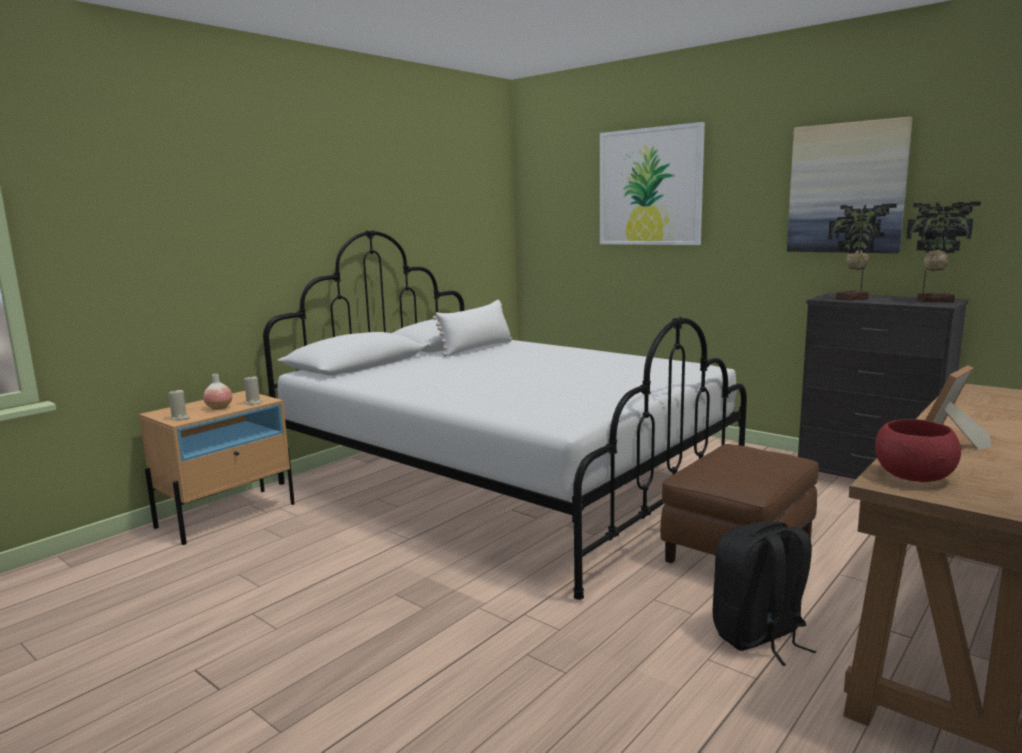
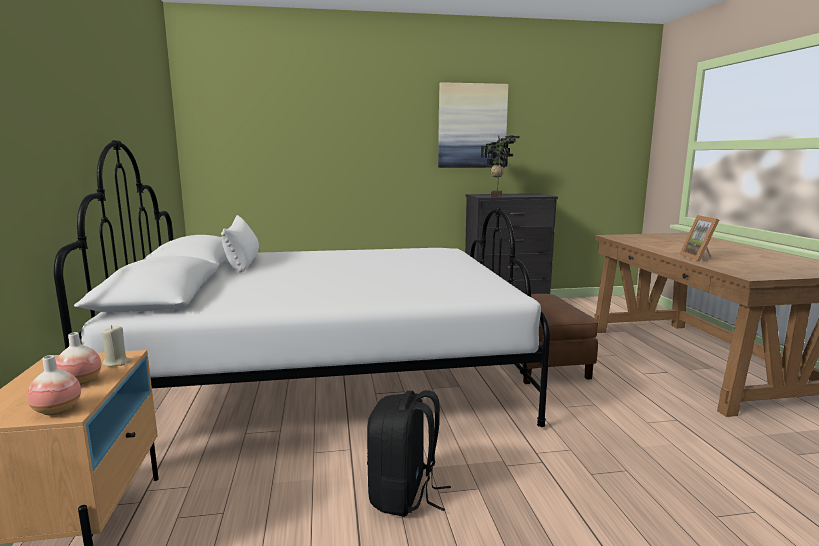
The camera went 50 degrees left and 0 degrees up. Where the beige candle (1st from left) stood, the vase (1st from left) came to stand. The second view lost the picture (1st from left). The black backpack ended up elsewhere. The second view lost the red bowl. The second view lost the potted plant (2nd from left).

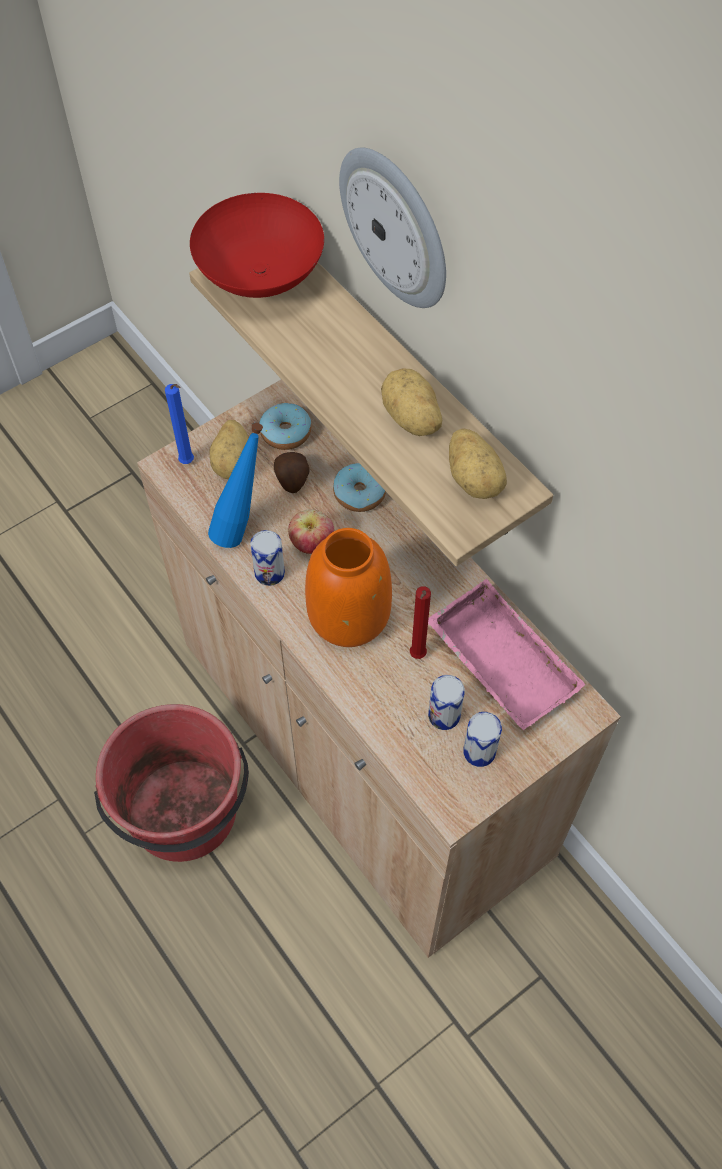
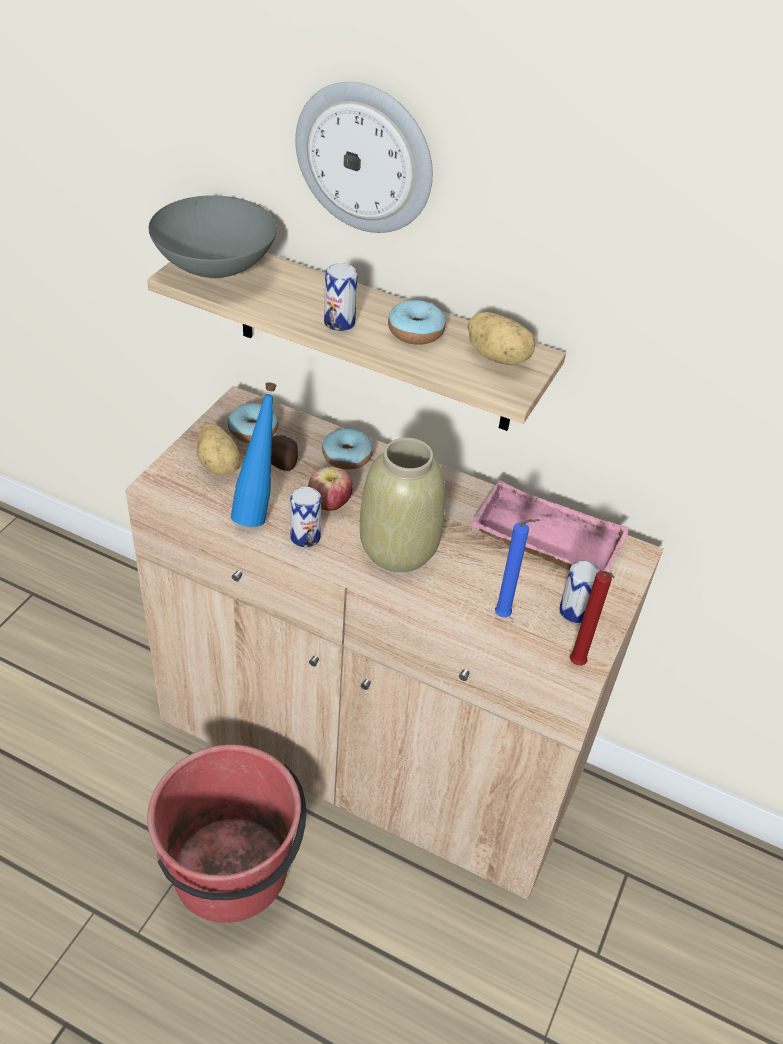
The camera went 30 degrees left and 15 degrees down. The blue candle ended up elsewhere. What was the red bowl turned into the grey bowl. What was the orange vase turned into the beige vase. Where the potato (3rd from left) stood, the donut (3rd from left) came to stand. The red candle ended up elsewhere. The can (2nd from left) ended up elsewhere.

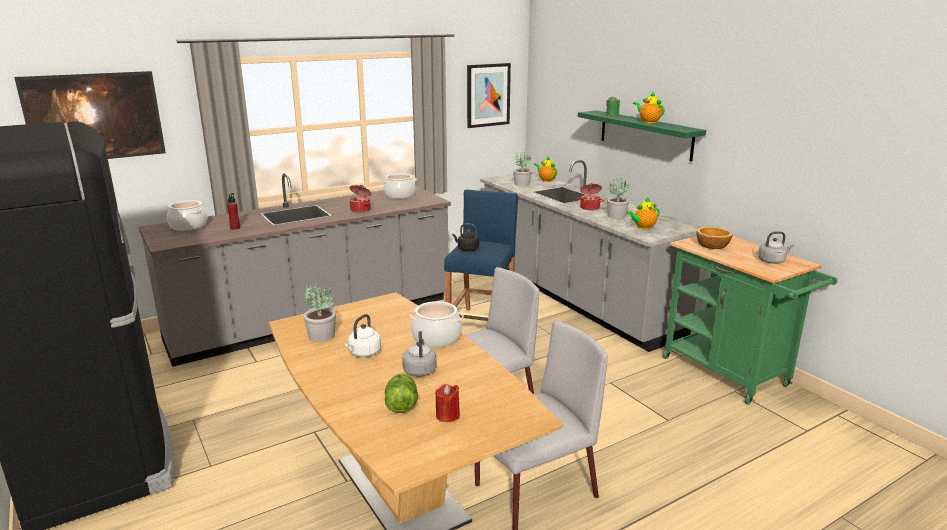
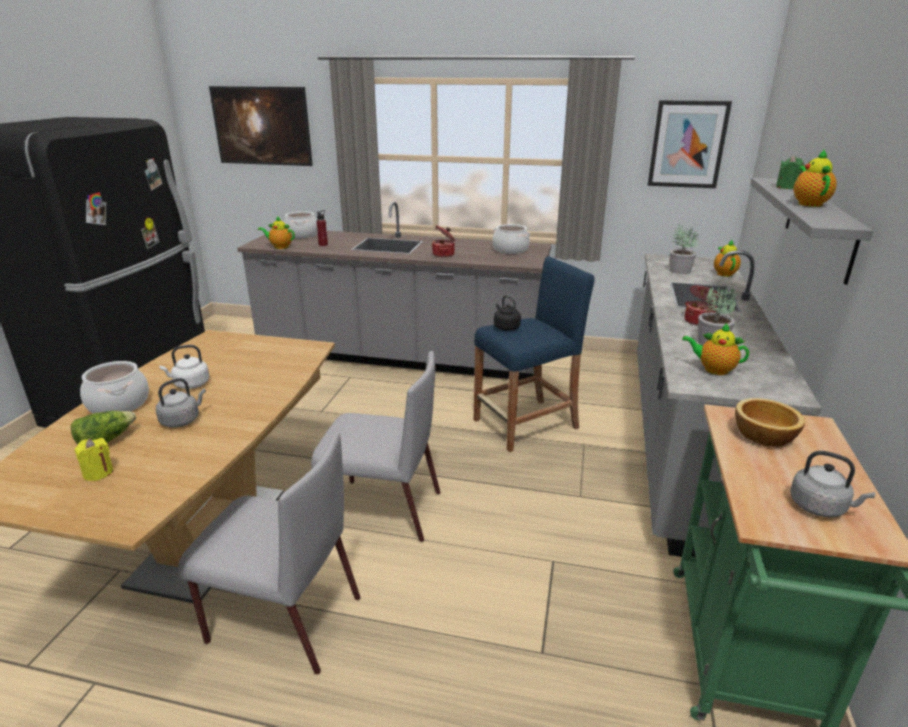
The camera went 45 degrees right and 5 degrees up. The second view lost the potted plant (1st from left). The cooking pot (4th from left in the first image) ended up elsewhere. What was the red candle turned into the yellow candle. What was the green shelf turned into the grey shelf. The second view gained the teapot (1st from left).

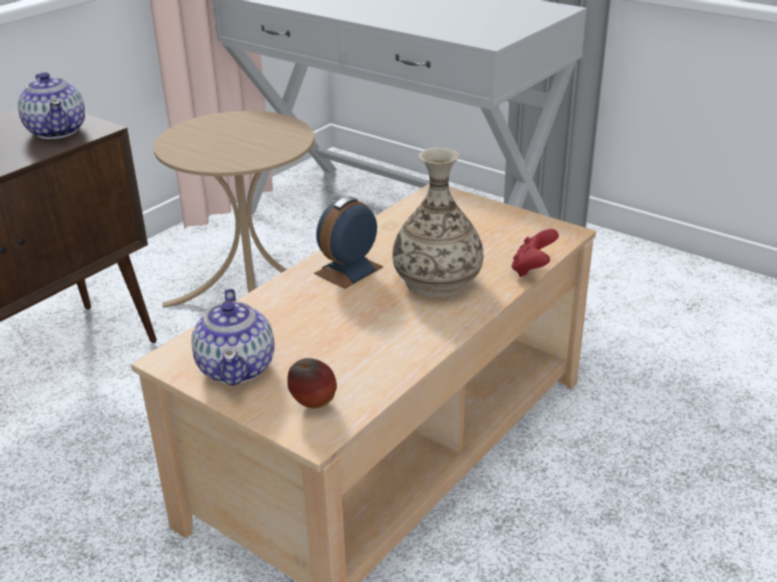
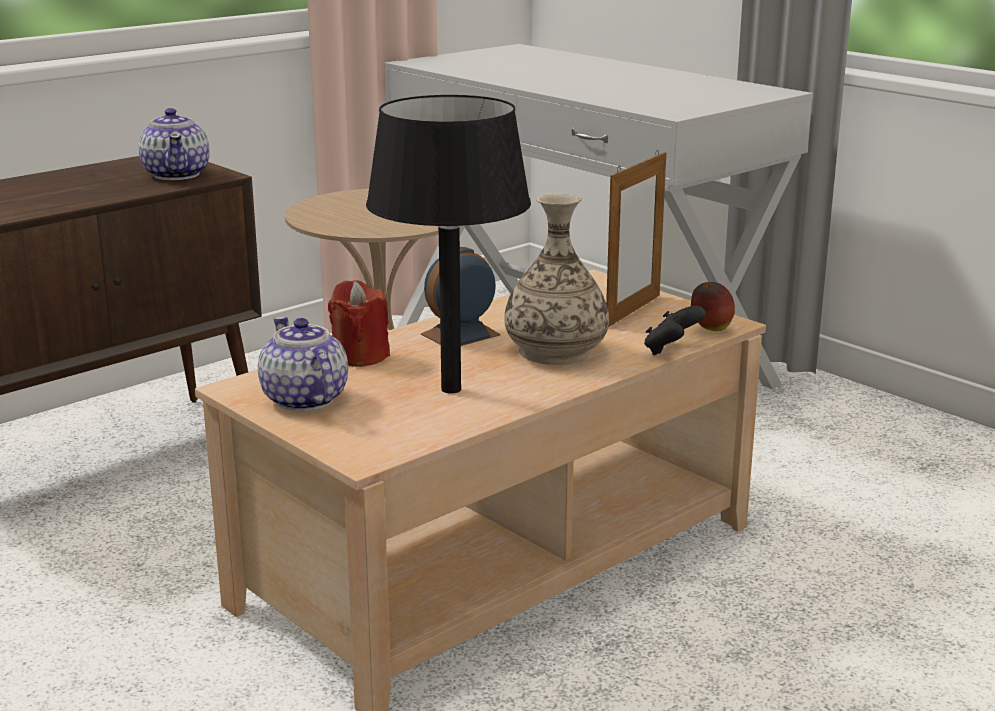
The camera went 10 degrees right and 10 degrees down. The teapot (2nd from left) ended up facing another way, 150 degrees clockwise from before. The apple ended up elsewhere. What was the red game controller turned into the black game controller. The second view gained the red candle. The second view gained the black table lamp. The second view gained the picture frame.

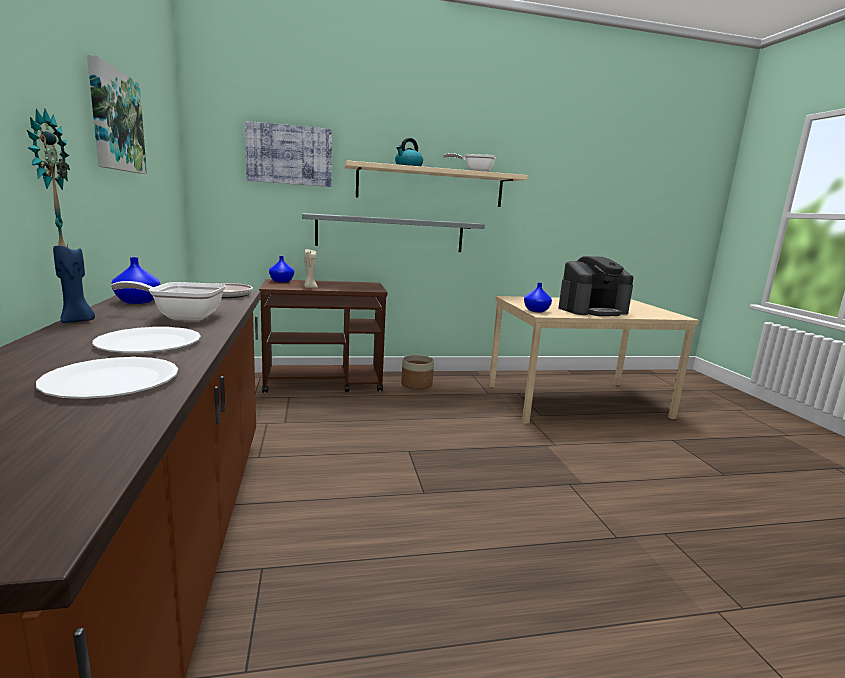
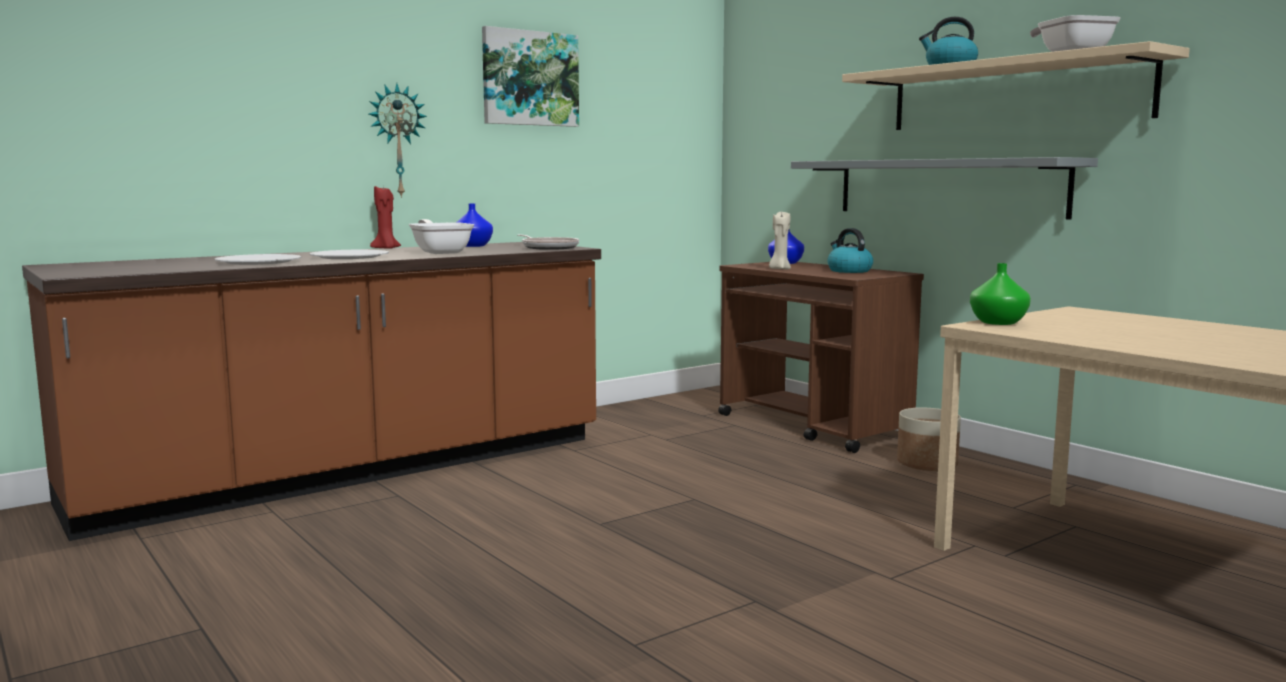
The camera went 65 degrees right and 5 degrees down. What was the blue candle turned into the red candle. The second view lost the picture (2nd from left). What was the blue vase (3rd from left) turned into the green vase. The second view lost the coffee machine. The second view gained the kettle (1st from left).

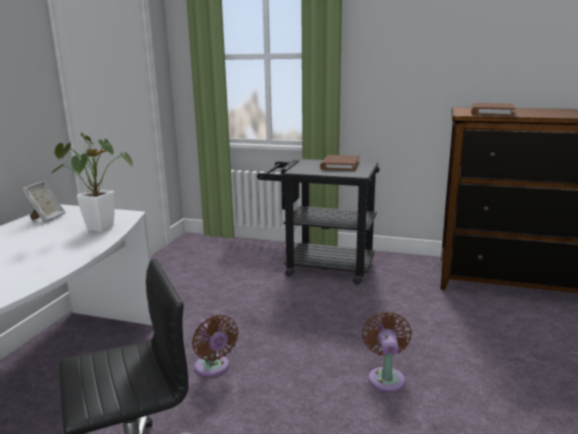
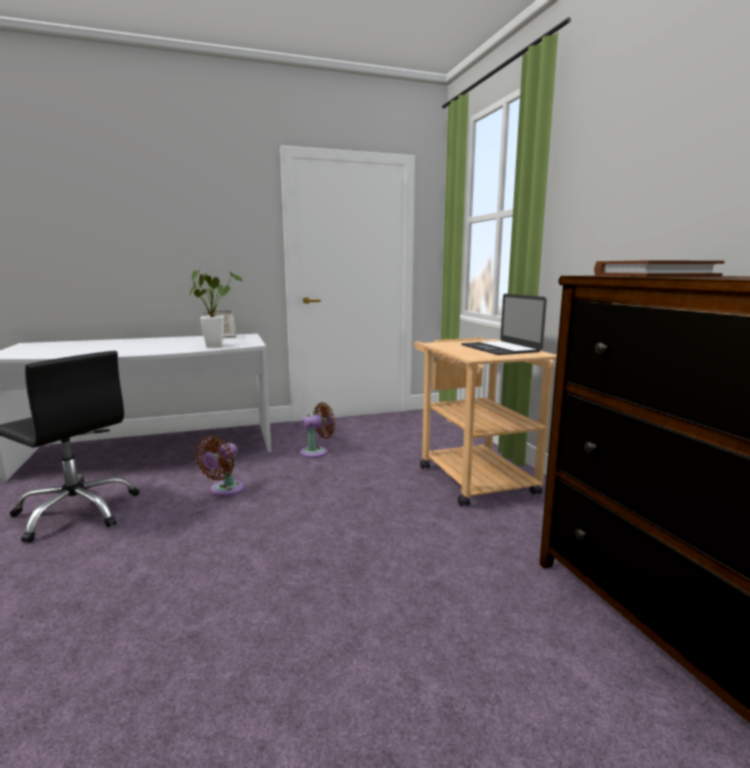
The camera went 55 degrees right and 5 degrees down. What was the black cart turned into the beige cart. Where the brown book (1st from left) stood, the laptop came to stand. The brown fan (2nd from left) ended up elsewhere.

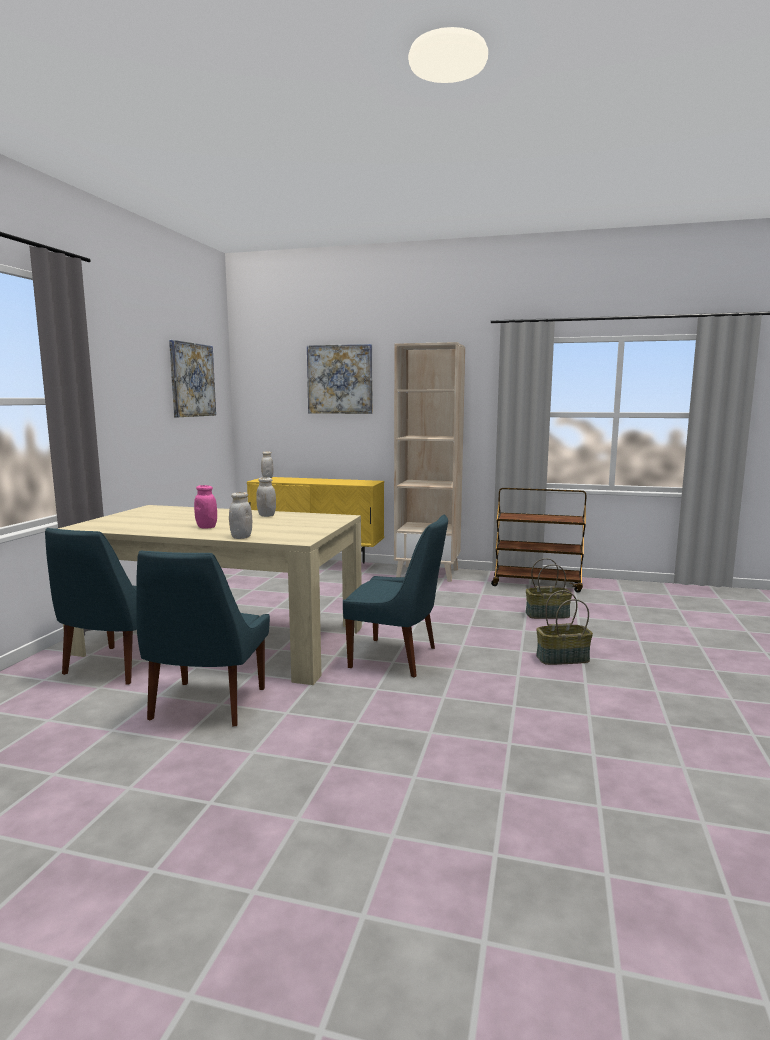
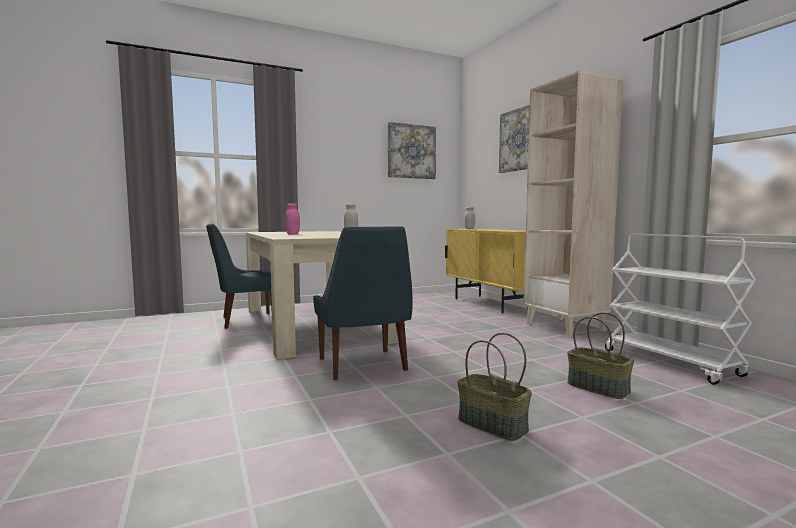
The camera went 50 degrees right and 5 degrees down. The second view lost the blue chair (2nd from left). The second view lost the white jar (1st from left). What was the brown cart turned into the white cart.

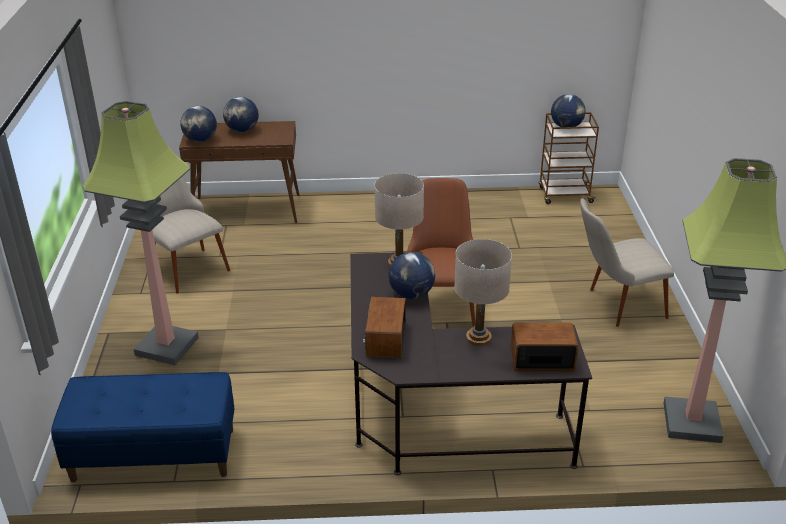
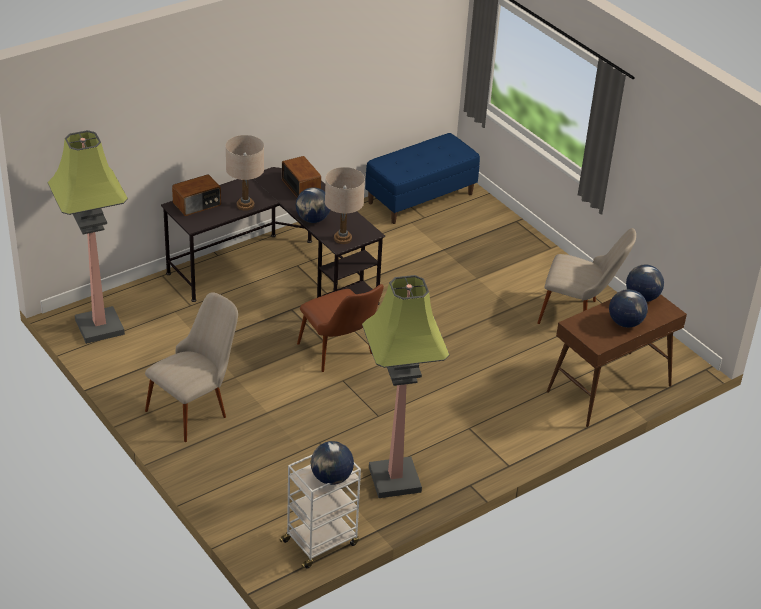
The camera went 145 degrees right and 5 degrees up. The floor lamp (1st from left in the first image) ended up elsewhere. What was the brown cart turned into the white cart.

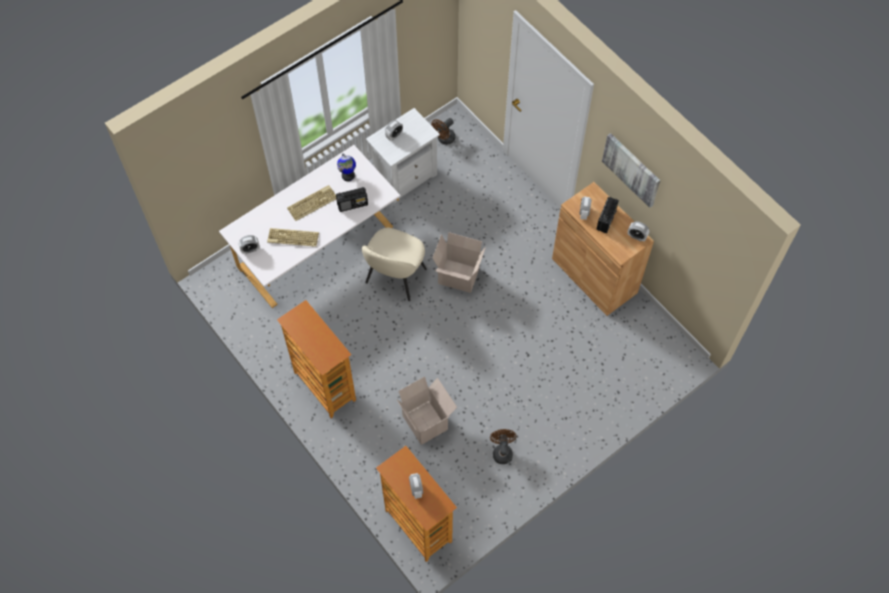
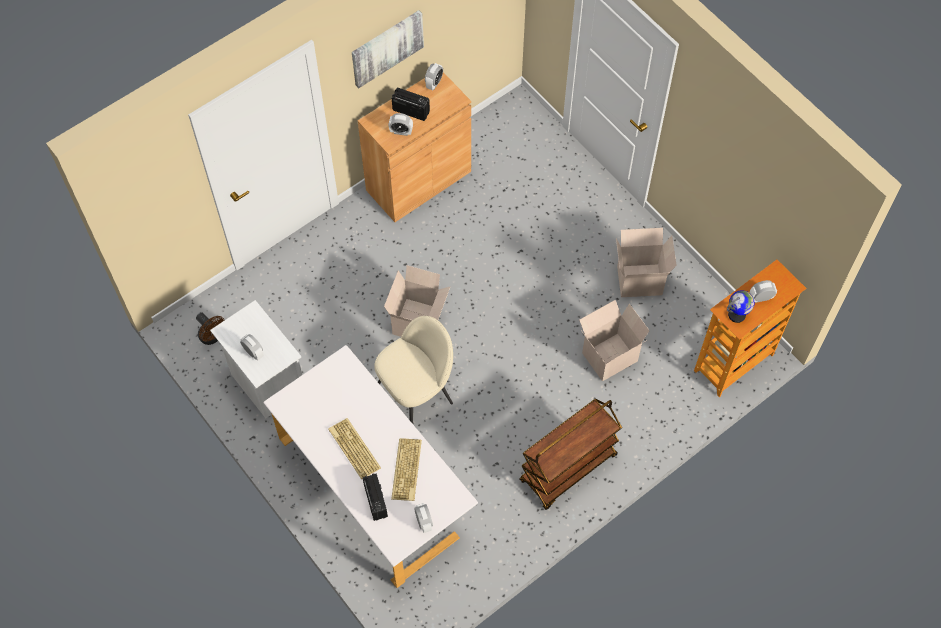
The camera went 90 degrees left and 0 degrees up. Where the bookcase (1st from left) stood, the brown cart came to stand. The radio (1st from left) ended up elsewhere. The globe ended up elsewhere. The beige chair ended up facing another way, 60 degrees counterclockwise from before. Where the brown fan (2nd from left) stood, the cardboard box (3rd from left) came to stand.

